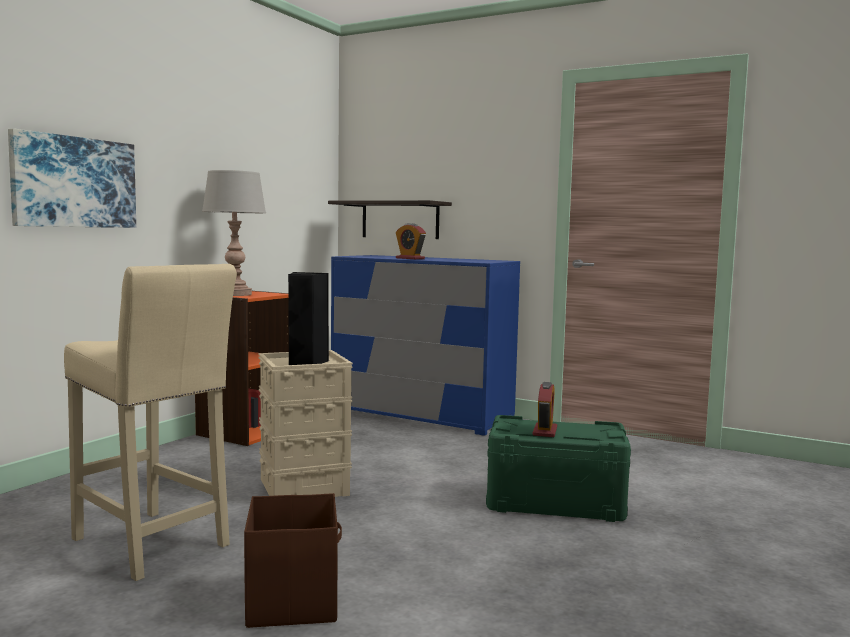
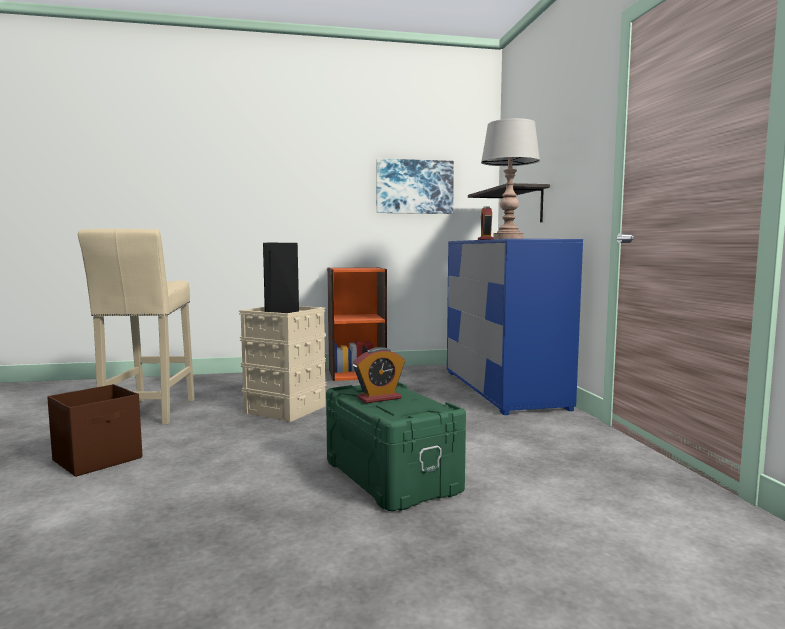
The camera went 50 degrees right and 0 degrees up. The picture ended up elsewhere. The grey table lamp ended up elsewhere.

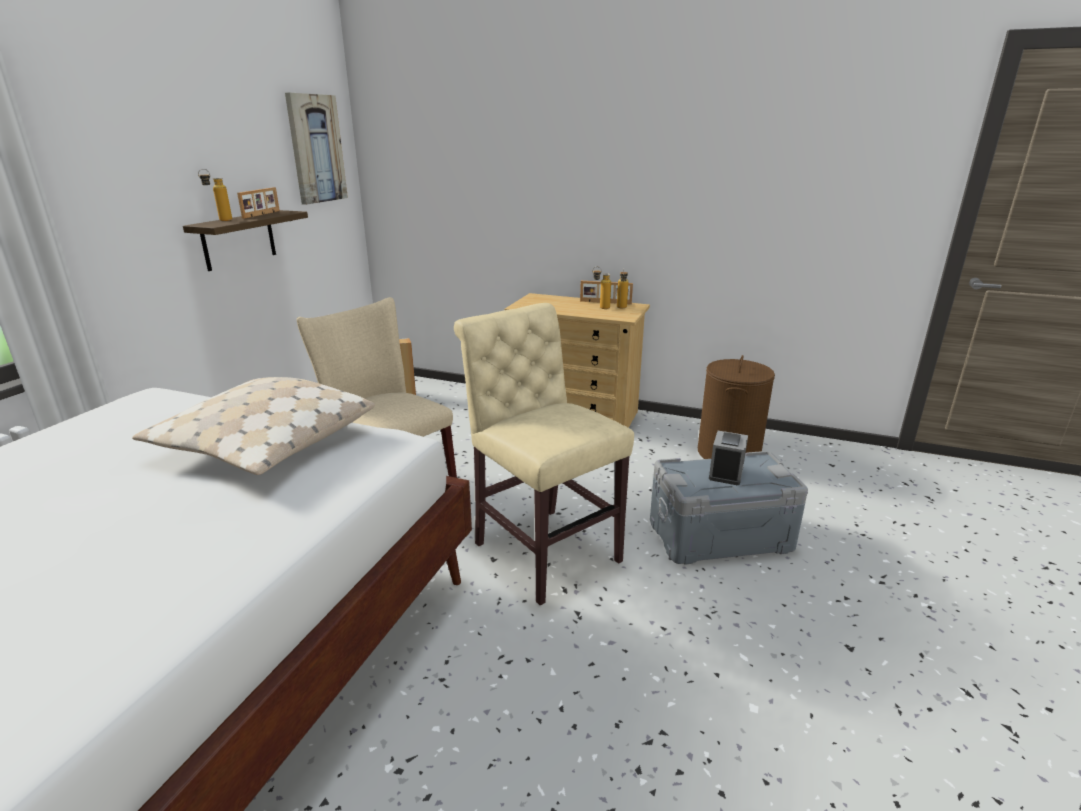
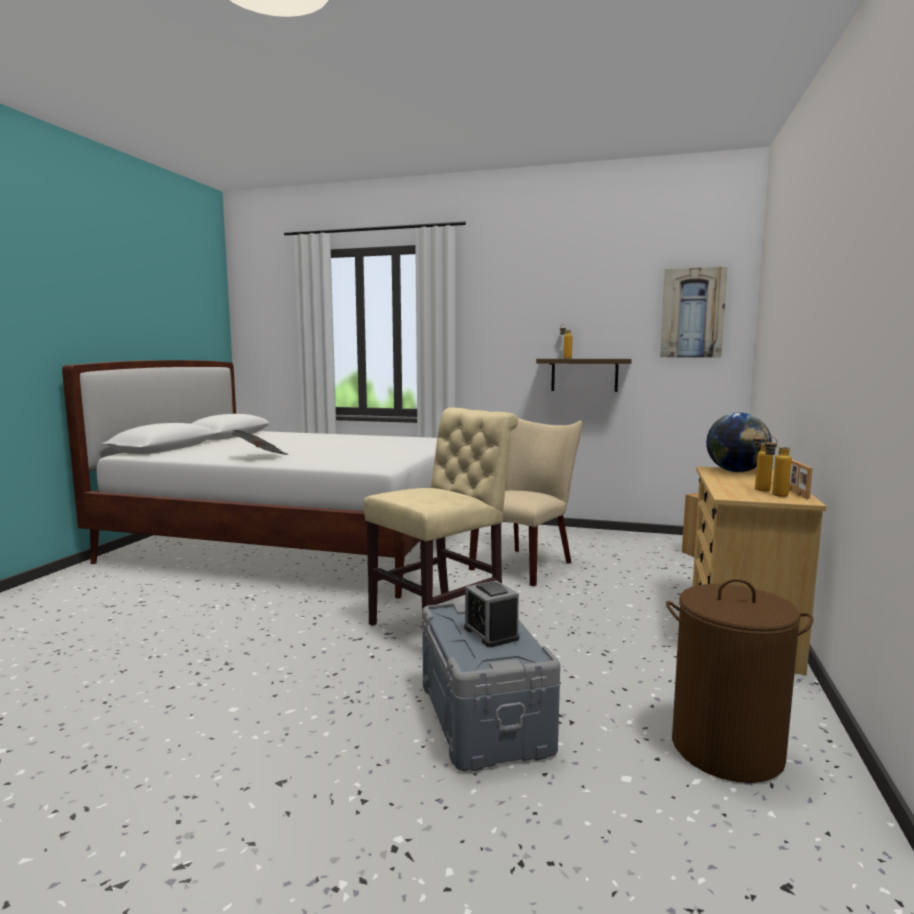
The camera went 85 degrees right and 15 degrees down. The second view lost the beige pillow. The second view lost the picture frame (1st from left). The alarm clock ended up facing another way, 45 degrees clockwise from before. The second view gained the newspaper. The second view gained the globe.

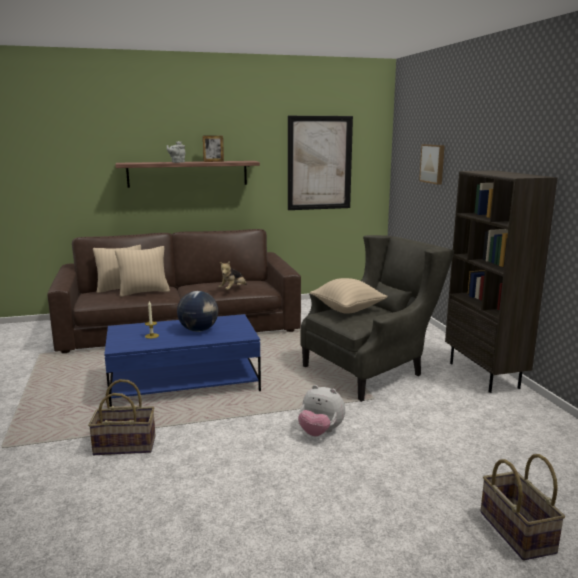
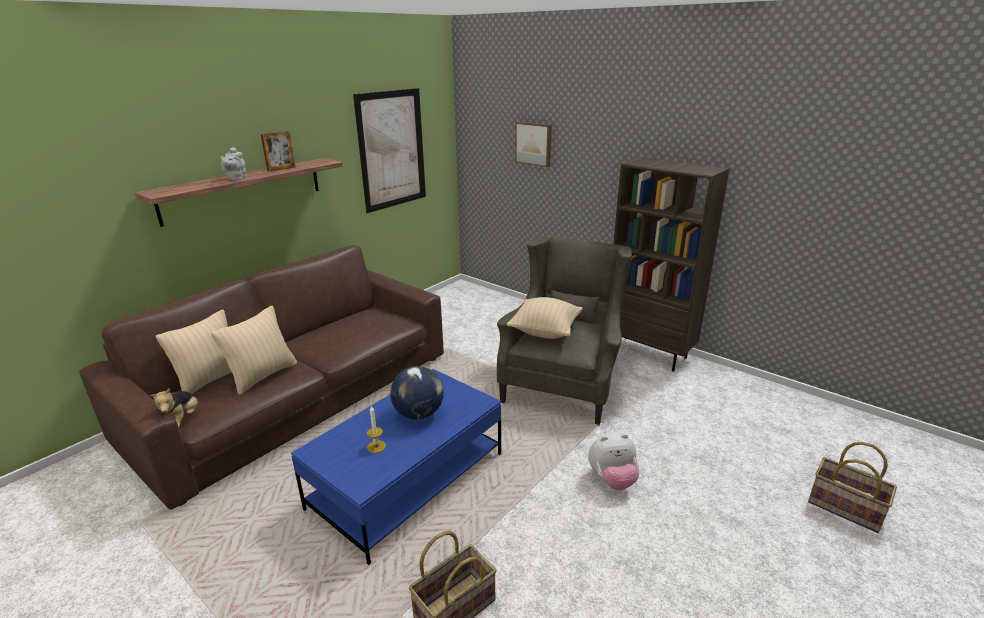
The camera went 35 degrees left and 10 degrees up. The plush toy (1st from left) ended up elsewhere.

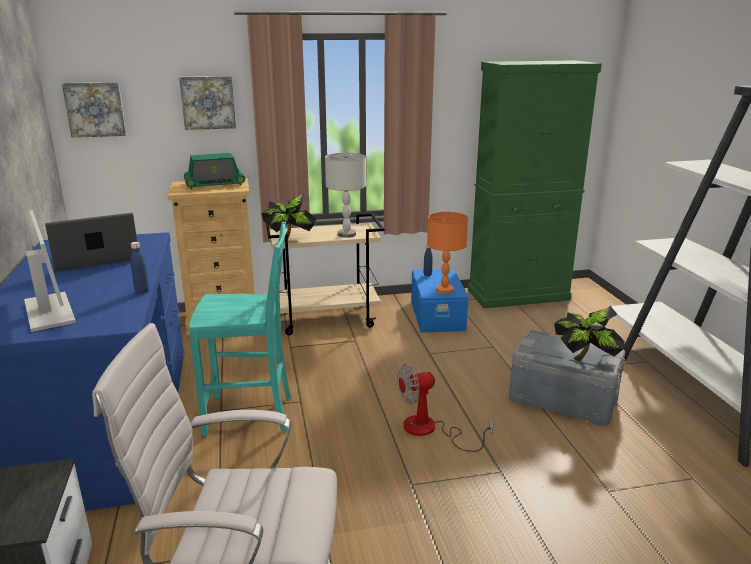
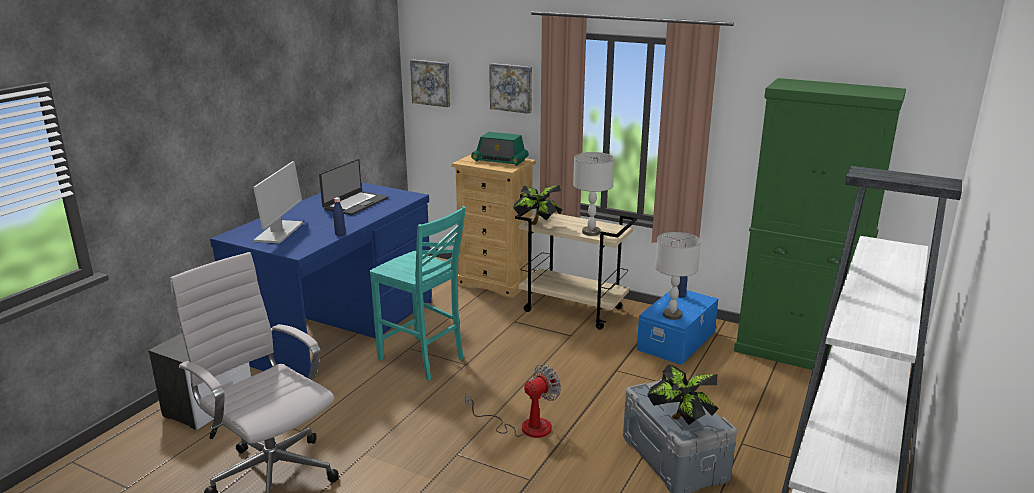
The camera went 40 degrees right and 0 degrees up. The laptop ended up facing another way, 105 degrees clockwise from before. The fan ended up facing another way, 120 degrees clockwise from before. What was the orange table lamp turned into the grey table lamp (2nd from left).

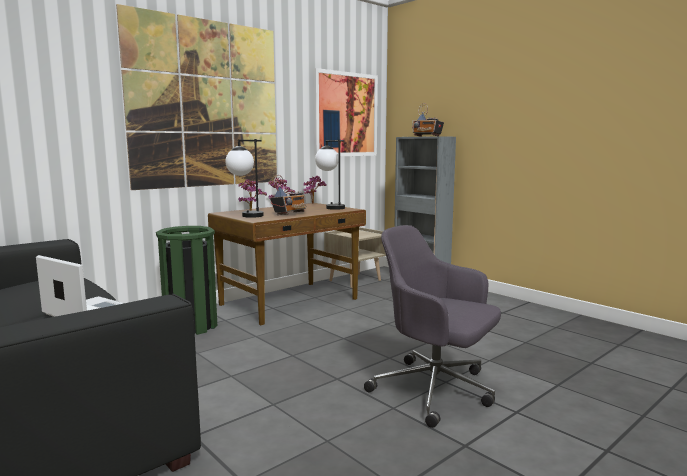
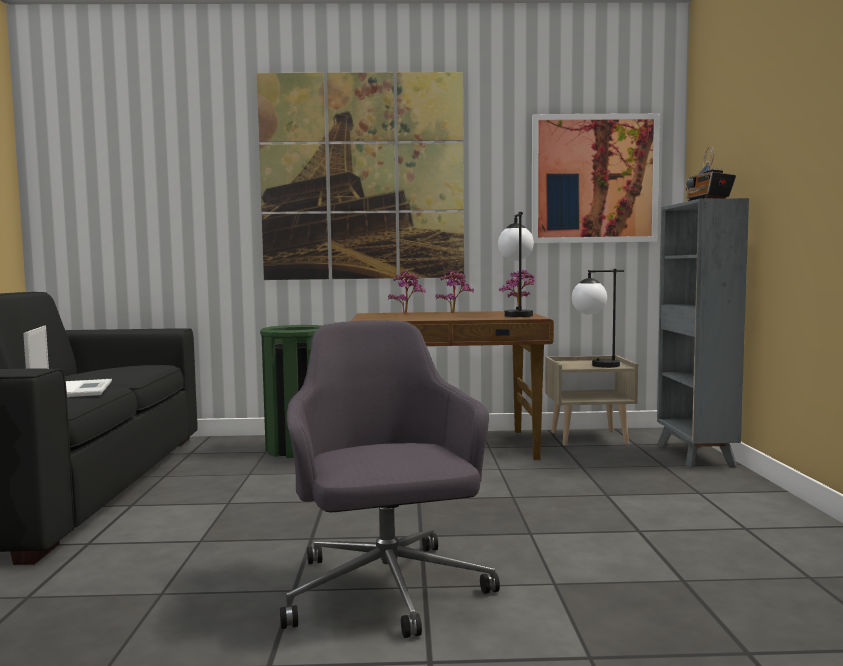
The camera went 40 degrees right and 5 degrees down. The table lamp (1st from left in the first image) ended up elsewhere. The second view lost the radio (1st from left).

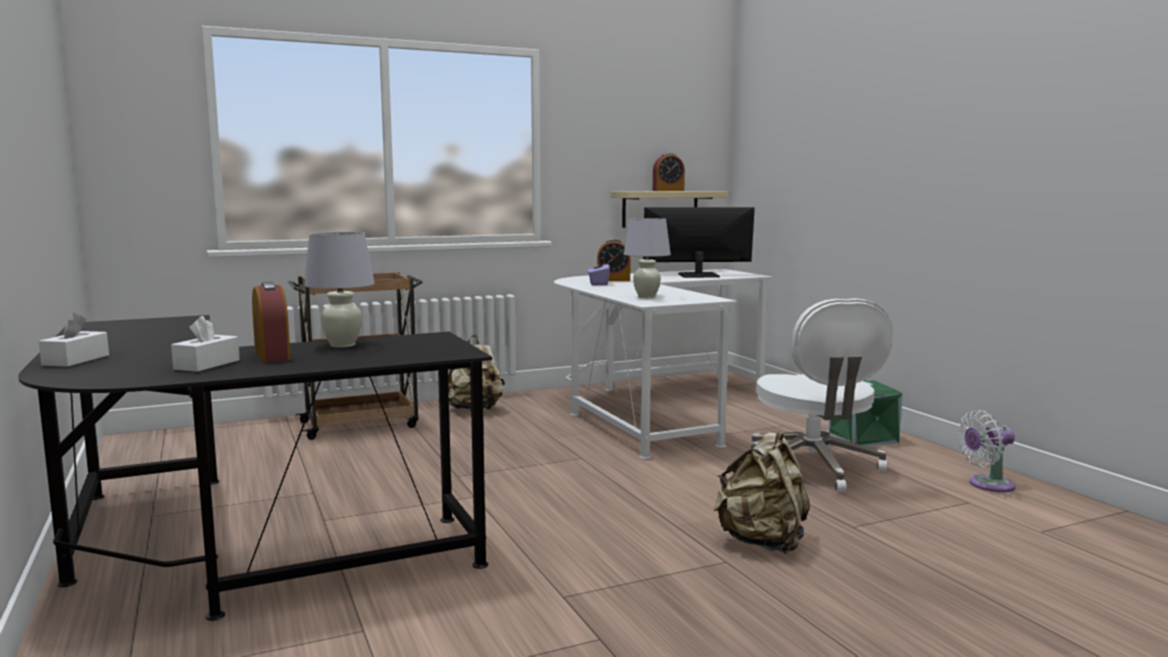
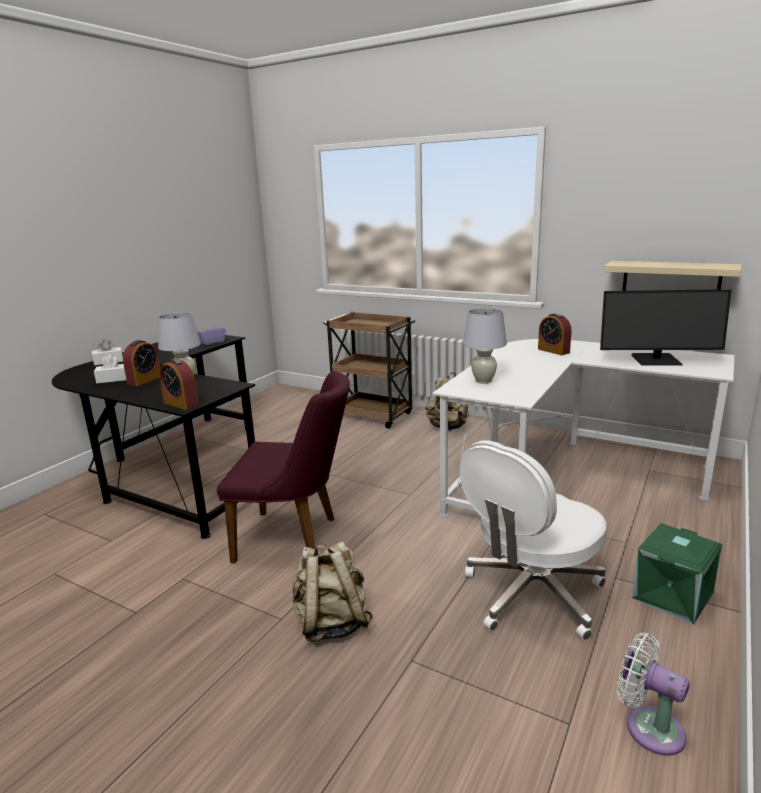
The camera went 55 degrees right and 10 degrees up. The purple tissue box ended up elsewhere. The monitor ended up facing another way, 135 degrees clockwise from before. The alarm clock (3rd from left in the first image) ended up elsewhere. The second view gained the purple chair.

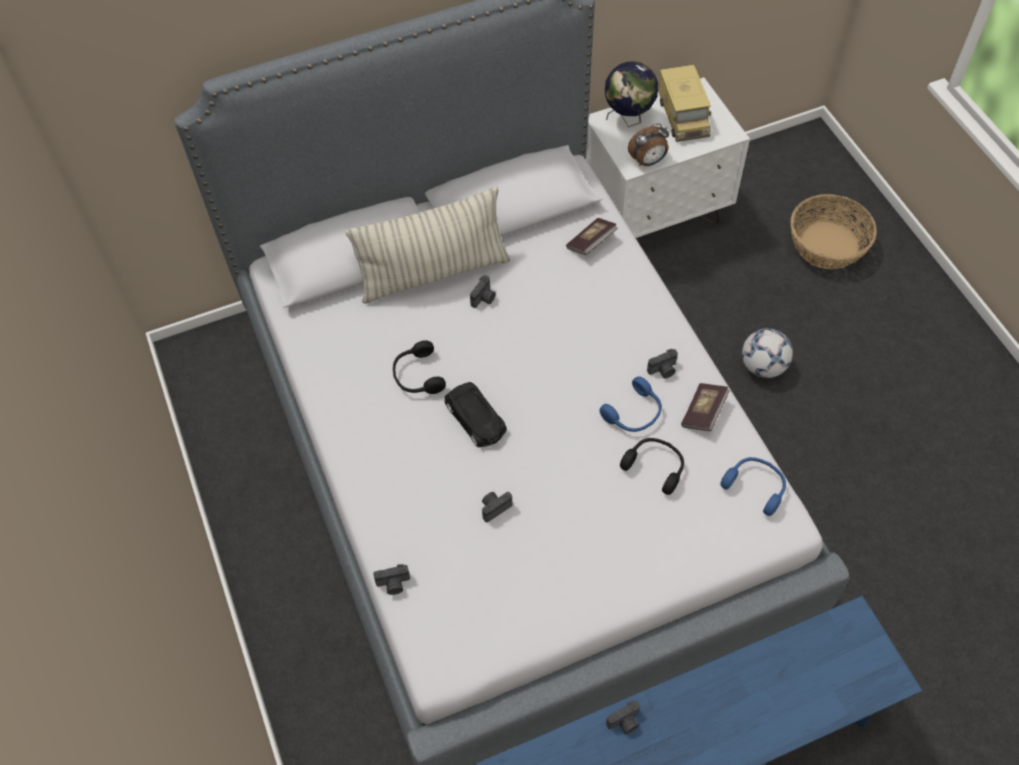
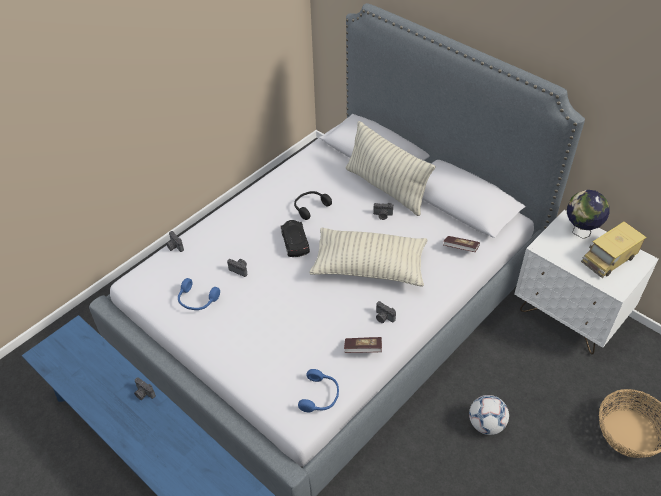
The camera went 65 degrees right and 10 degrees down. The black toy car ended up facing another way, 135 degrees clockwise from before. The blue headphones (1st from left) ended up elsewhere. The second view lost the black headphones (2nd from left). The second view lost the alarm clock. The second view gained the pillow (1st from left).

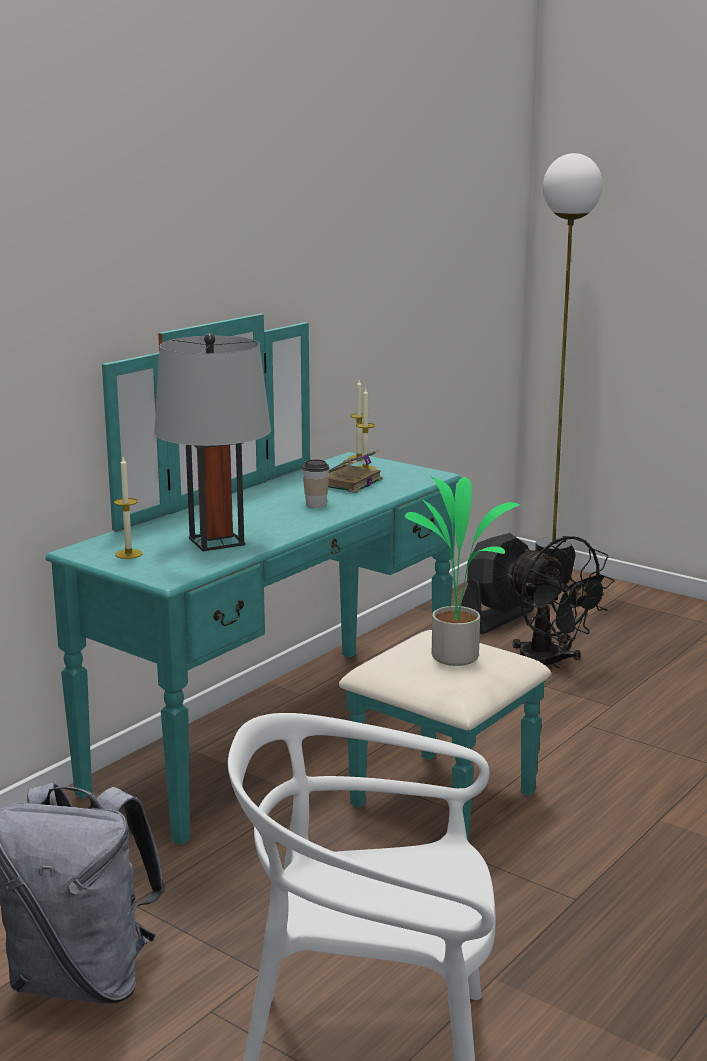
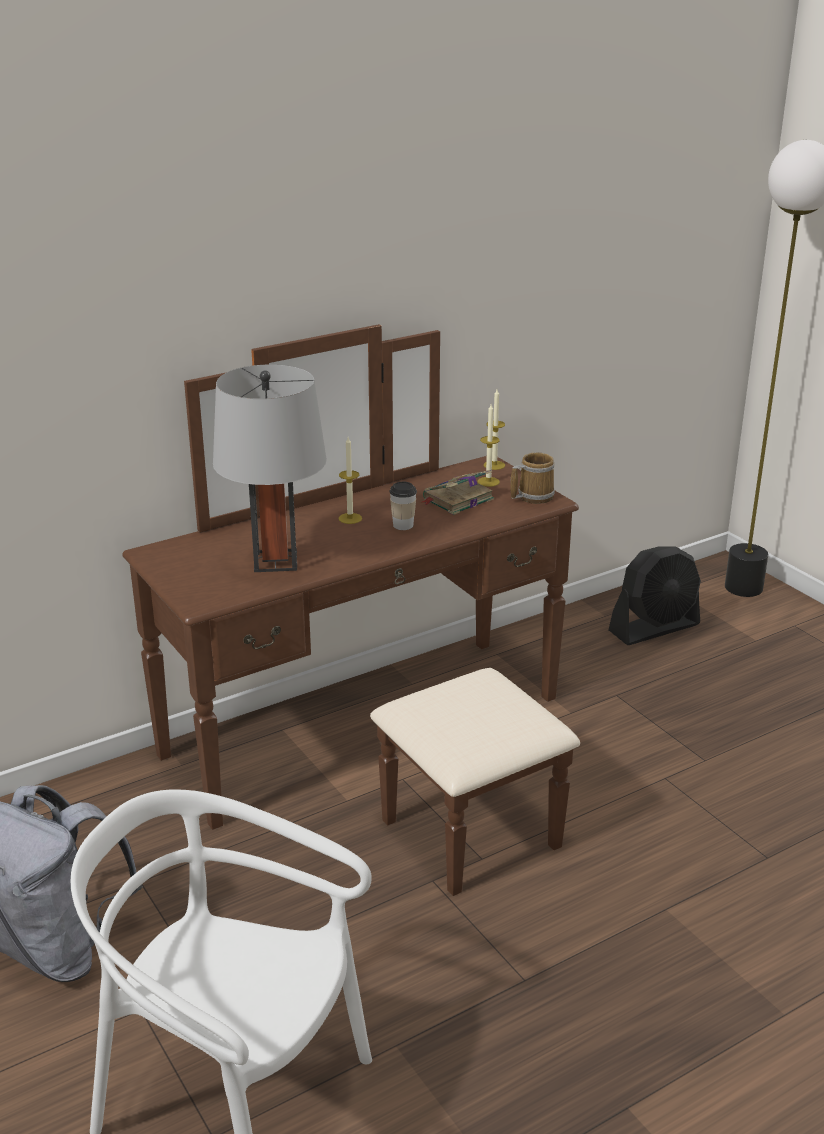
The camera went 20 degrees right and 10 degrees up. What was the turquoise dresser turned into the brown dresser. The candle (1st from left) ended up elsewhere. The second view lost the potted plant. The second view lost the black fan (2nd from left). The second view gained the mug.

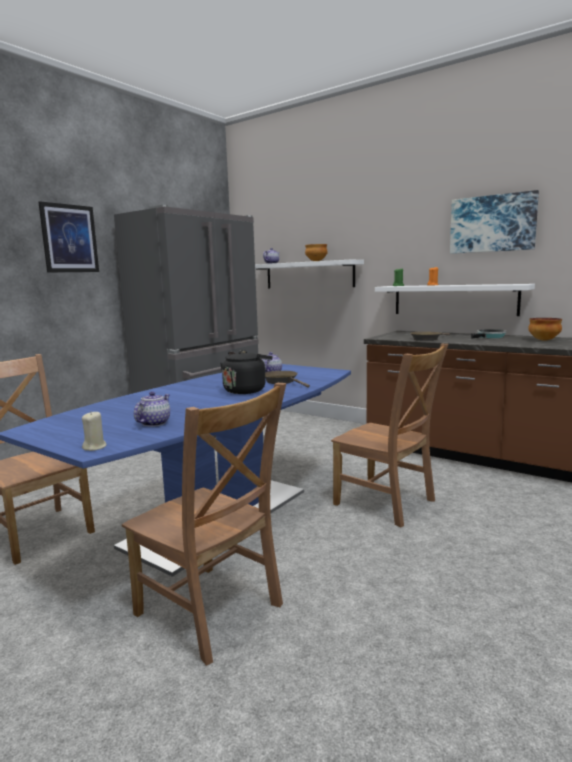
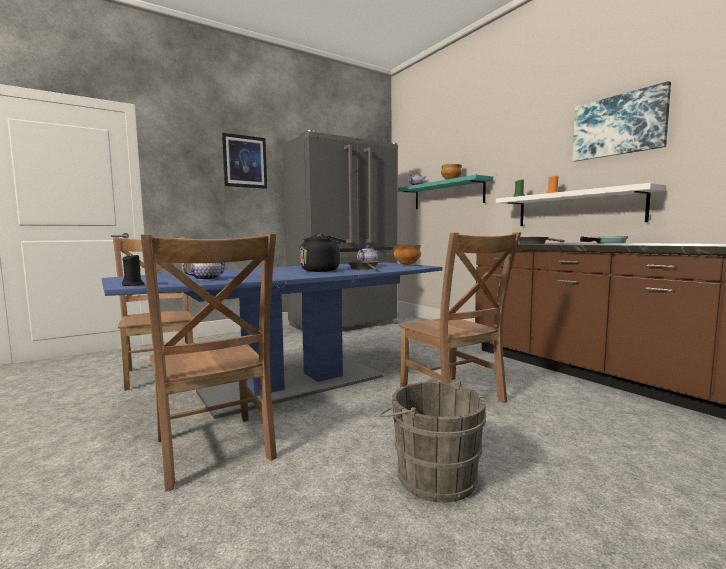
The camera went 20 degrees right and 5 degrees down. What was the beige candle turned into the black candle. What was the white shelf (1st from left) turned into the turquoise shelf. The bowl (2nd from left in the first image) ended up elsewhere. The second view gained the grey bucket.

